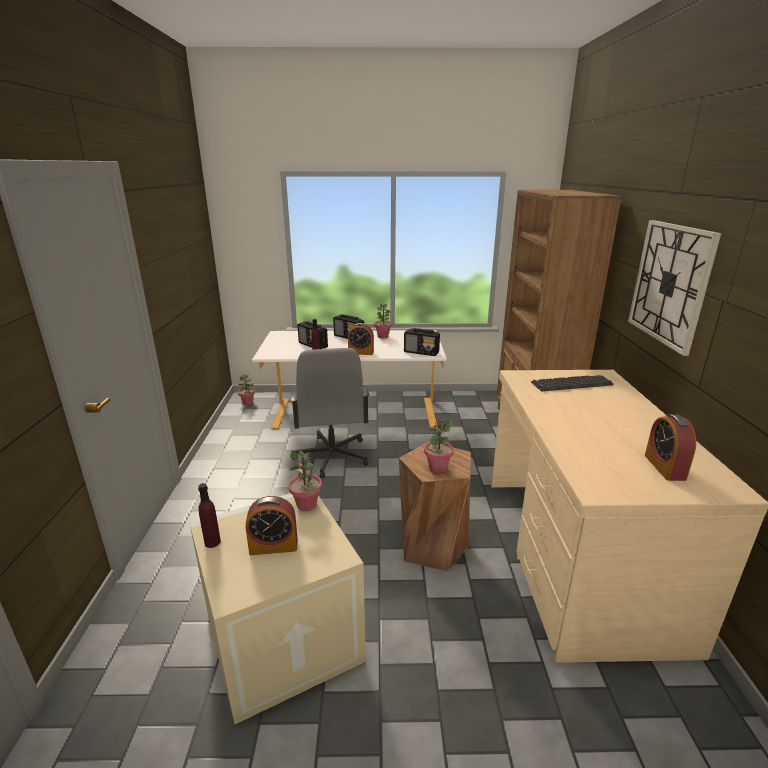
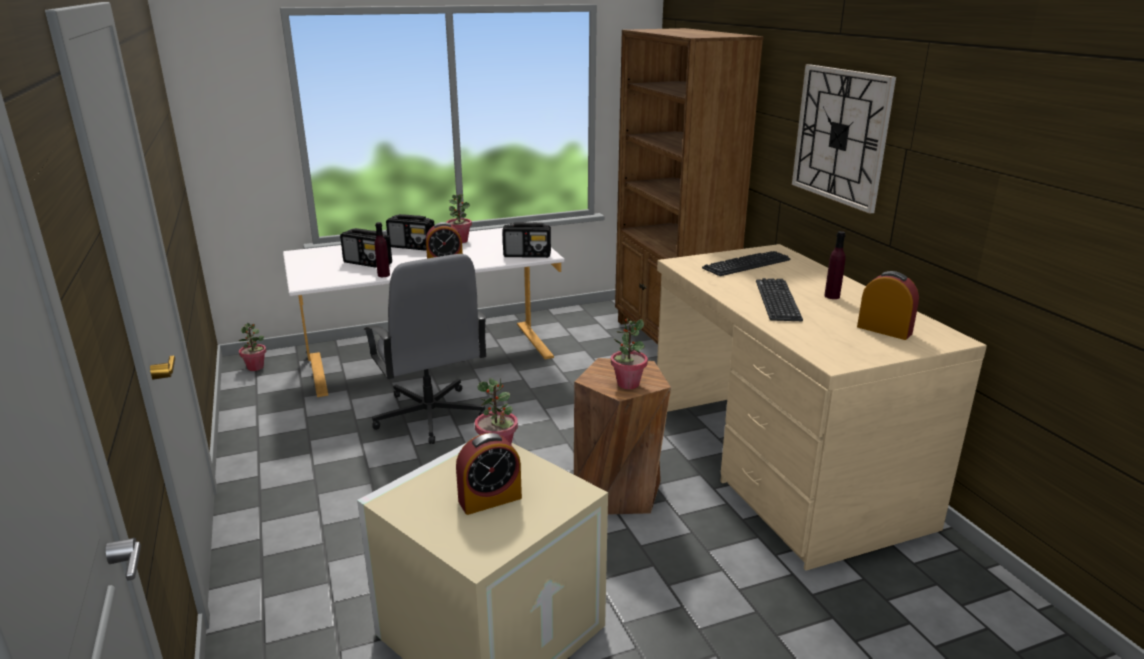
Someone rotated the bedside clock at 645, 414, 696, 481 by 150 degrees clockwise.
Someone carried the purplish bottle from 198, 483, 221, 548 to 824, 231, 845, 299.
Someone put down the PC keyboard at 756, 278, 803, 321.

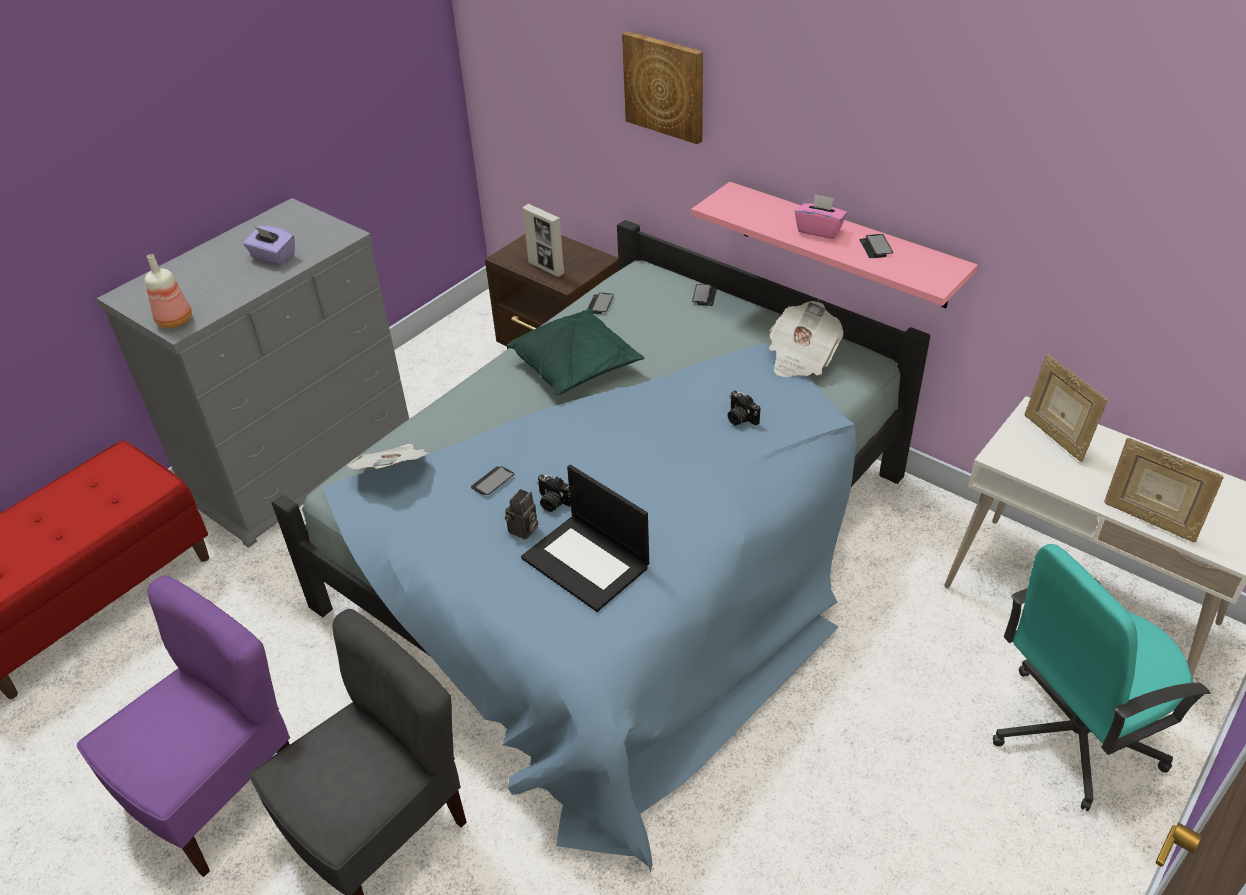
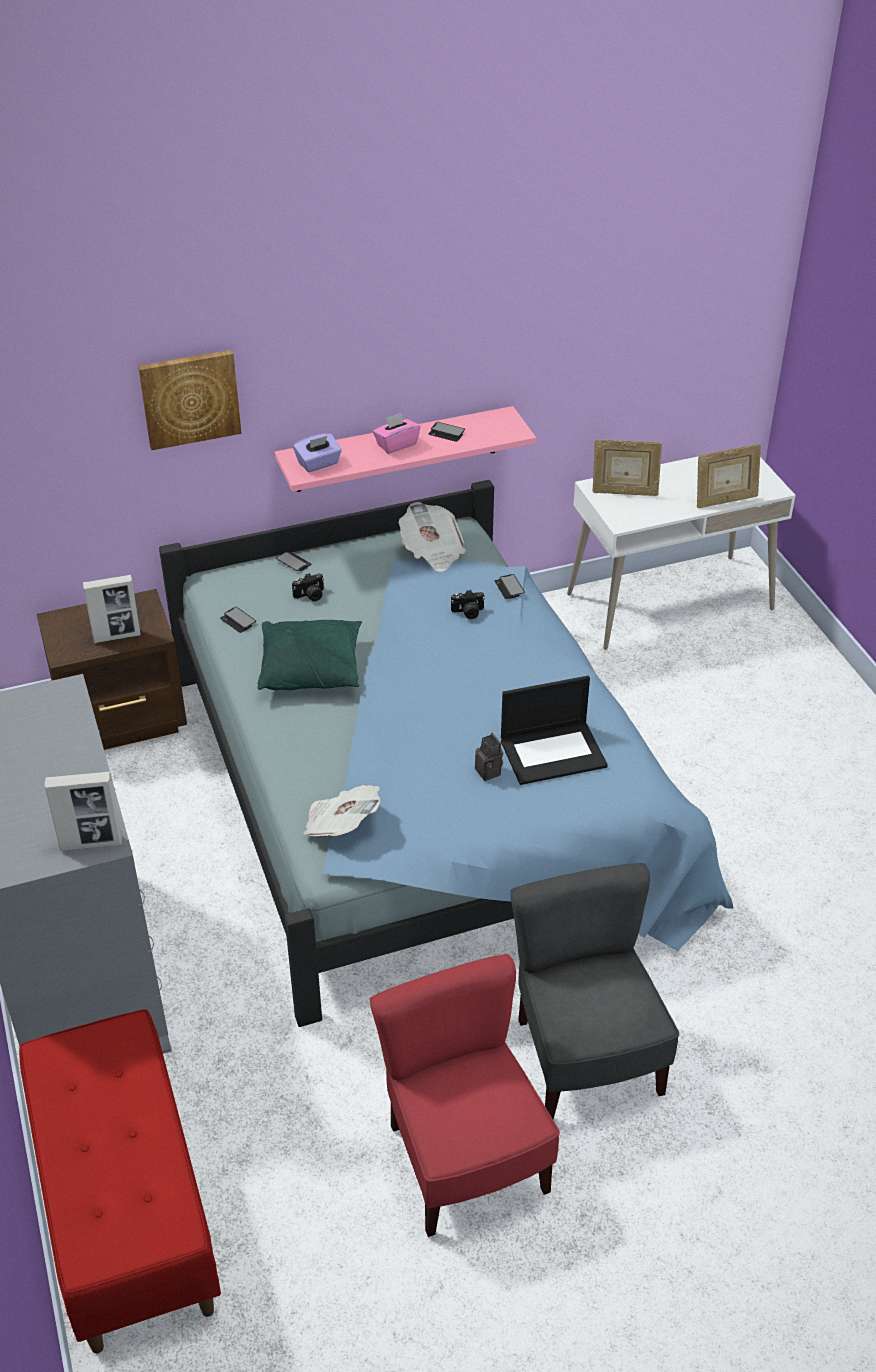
Someone carried the purplish tissue holder from 243, 225, 295, 265 to 293, 433, 342, 472.
Someone swapped the bottle at 145, 254, 192, 328 for the standing frame at 45, 771, 122, 851.
Someone carried the phone from 471, 466, 514, 495 to 495, 574, 525, 599.
Someone carried the photo camera from 537, 474, 571, 512 to 292, 573, 324, 602.
Someone took away the turquoise computer chair at 993, 544, 1210, 811.
Someone repainted the purplish upright chair at 77, 575, 290, 877, which became the red upright chair at 370, 954, 560, 1237.

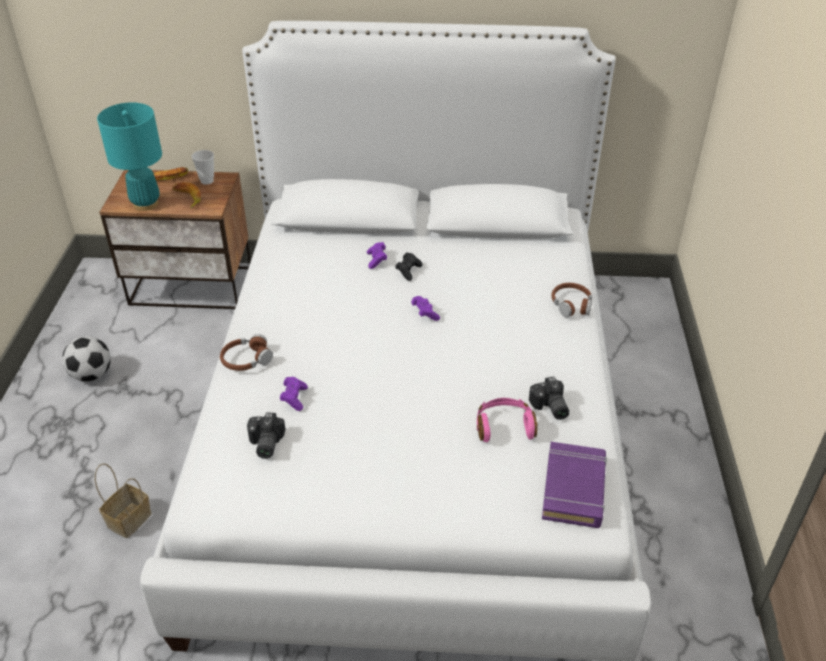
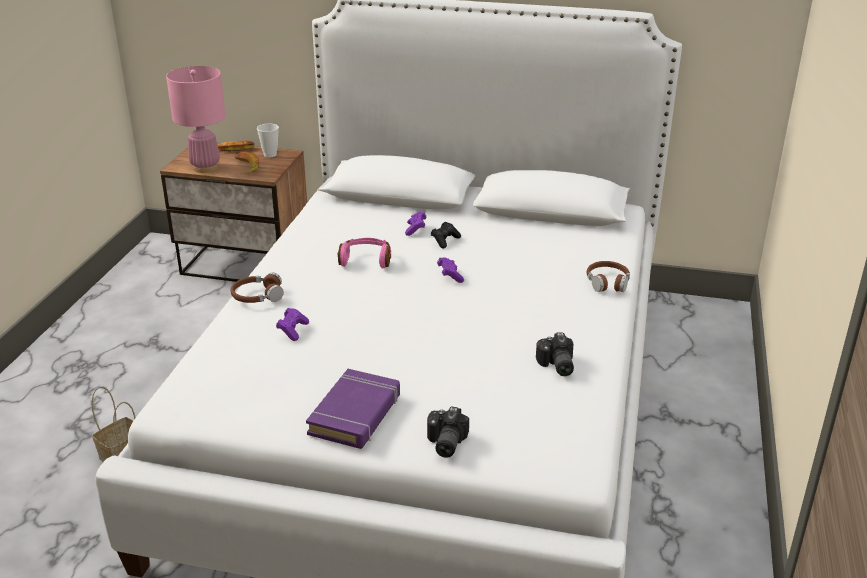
Someone repainted the turquoise lamp for a table at 97, 102, 162, 211, which became the pink lamp for a table at 166, 66, 226, 173.
Someone took away the football at 62, 336, 111, 382.
Someone carried the pink pair of headphones from 477, 398, 538, 442 to 338, 238, 391, 269.
Someone carried the photo camera from 247, 412, 285, 459 to 427, 407, 469, 458.
Someone carried the purplish book from 542, 442, 607, 528 to 306, 369, 400, 449.

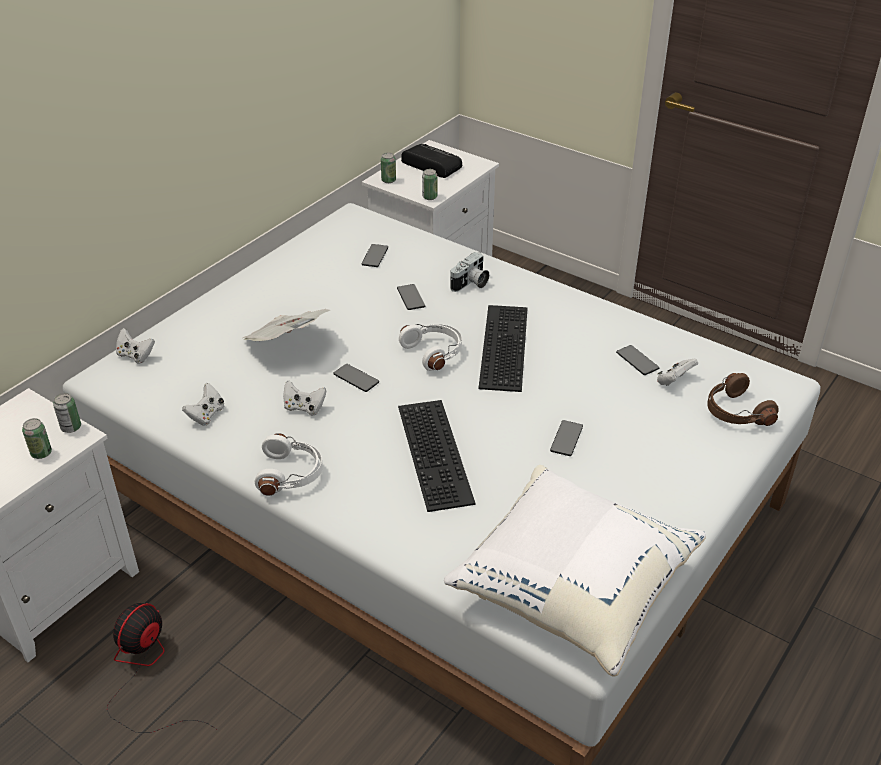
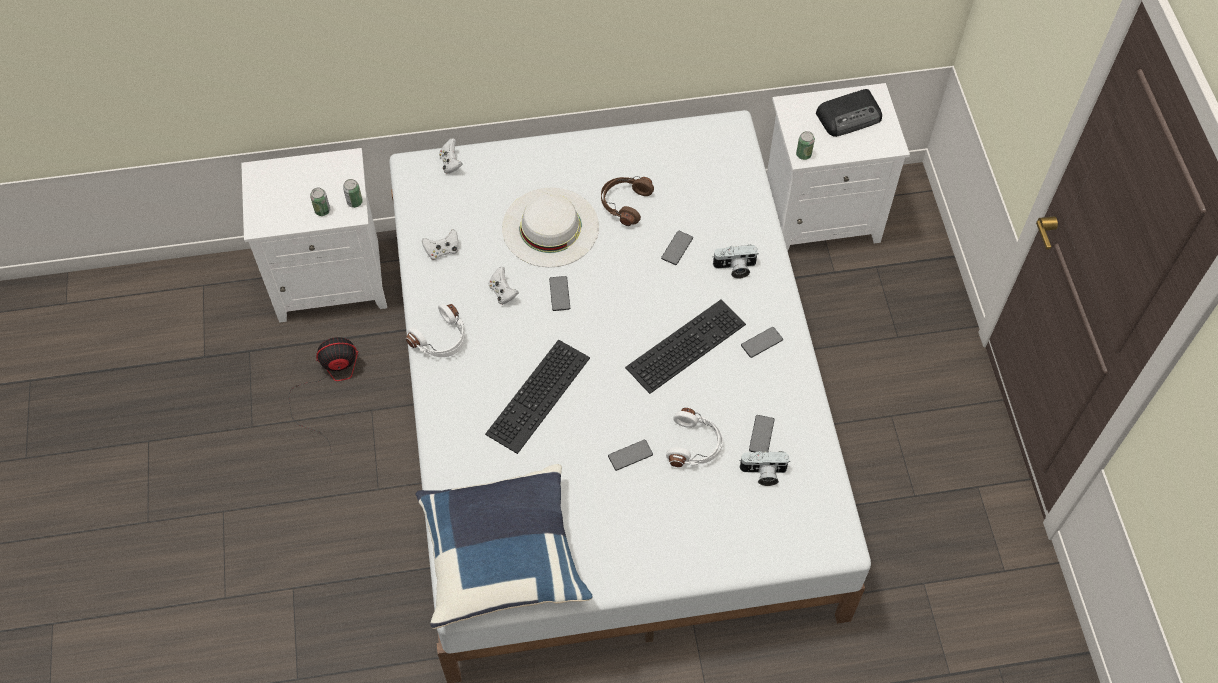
Someone rotated the radio set at 401, 144, 462, 178 by 75 degrees clockwise.
Someone took away the metal can at 381, 153, 396, 183.
Someone carried the phone from 361, 244, 388, 267 to 741, 327, 783, 358.
Someone swapped the printed paper at 243, 309, 330, 341 for the white-coloured clothing hat at 502, 188, 599, 267.
Someone carried the white-coloured pair of headphones from 399, 324, 462, 371 to 666, 408, 723, 467.
Someone swapped the white-coloured game controller at 657, 358, 698, 386 for the photo camera at 739, 451, 790, 486.
Someone carried the brown pair of headphones from 707, 373, 779, 426 to 601, 176, 654, 226.
Someone repainted the white-coloured pillow at 444, 465, 706, 677, which became the bluish pillow at 415, 464, 593, 629.

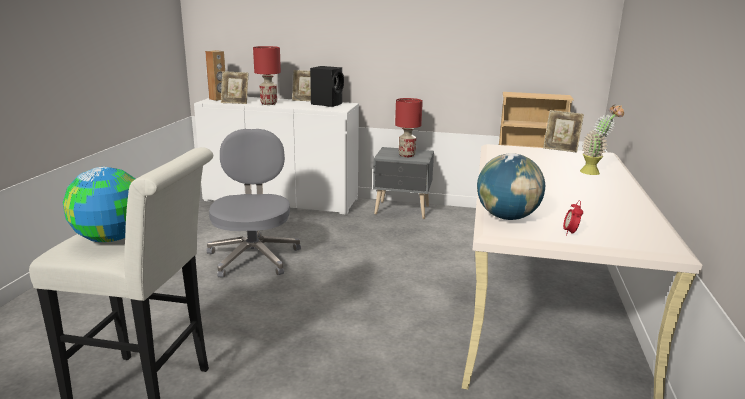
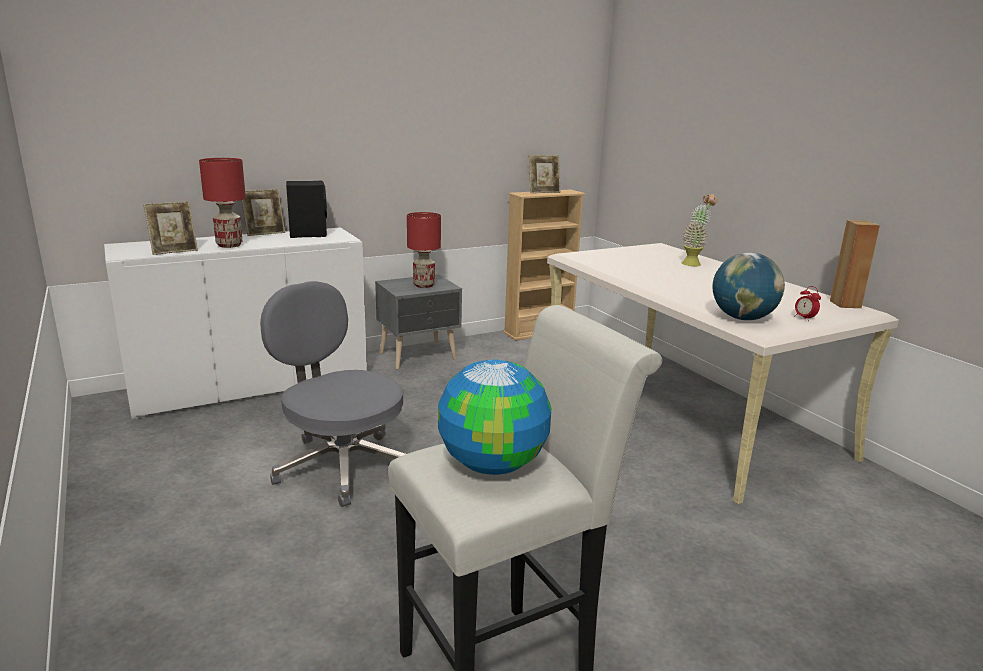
Someone carried the brown loudspeaker from 205, 50, 225, 101 to 830, 220, 880, 308.
Someone carried the standing frame from 543, 110, 584, 153 to 529, 155, 561, 193.

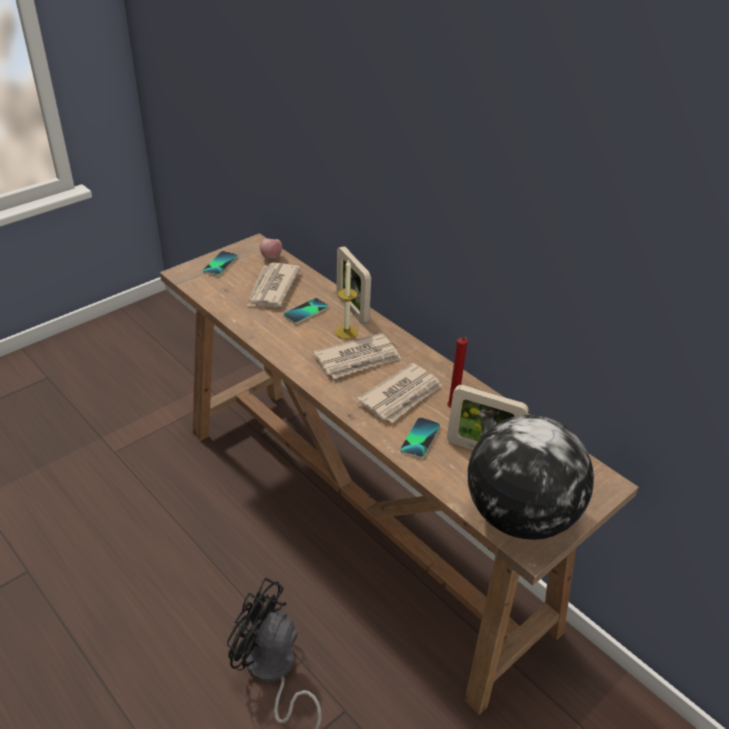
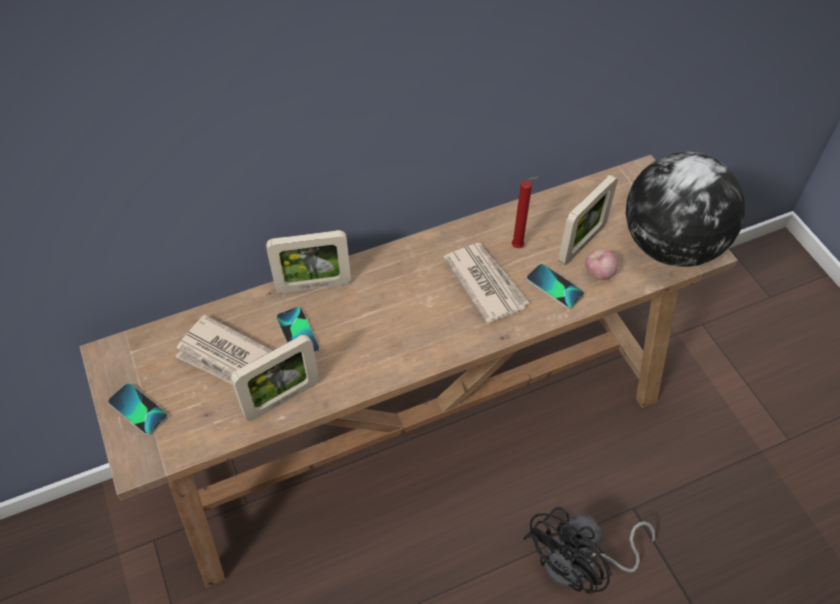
Someone carried the apple fruit from 260, 239, 282, 259 to 585, 249, 617, 280.
Someone took away the wax light at 335, 259, 358, 339.
Someone took away the printed paper at 313, 333, 401, 379.
Someone put down the standing frame at 231, 334, 319, 421.

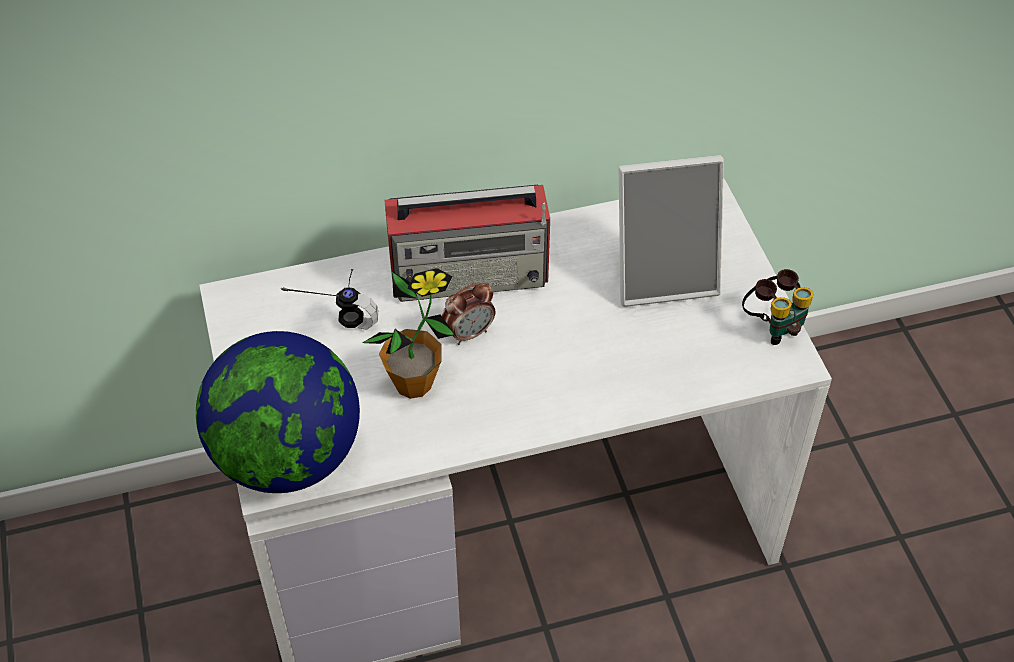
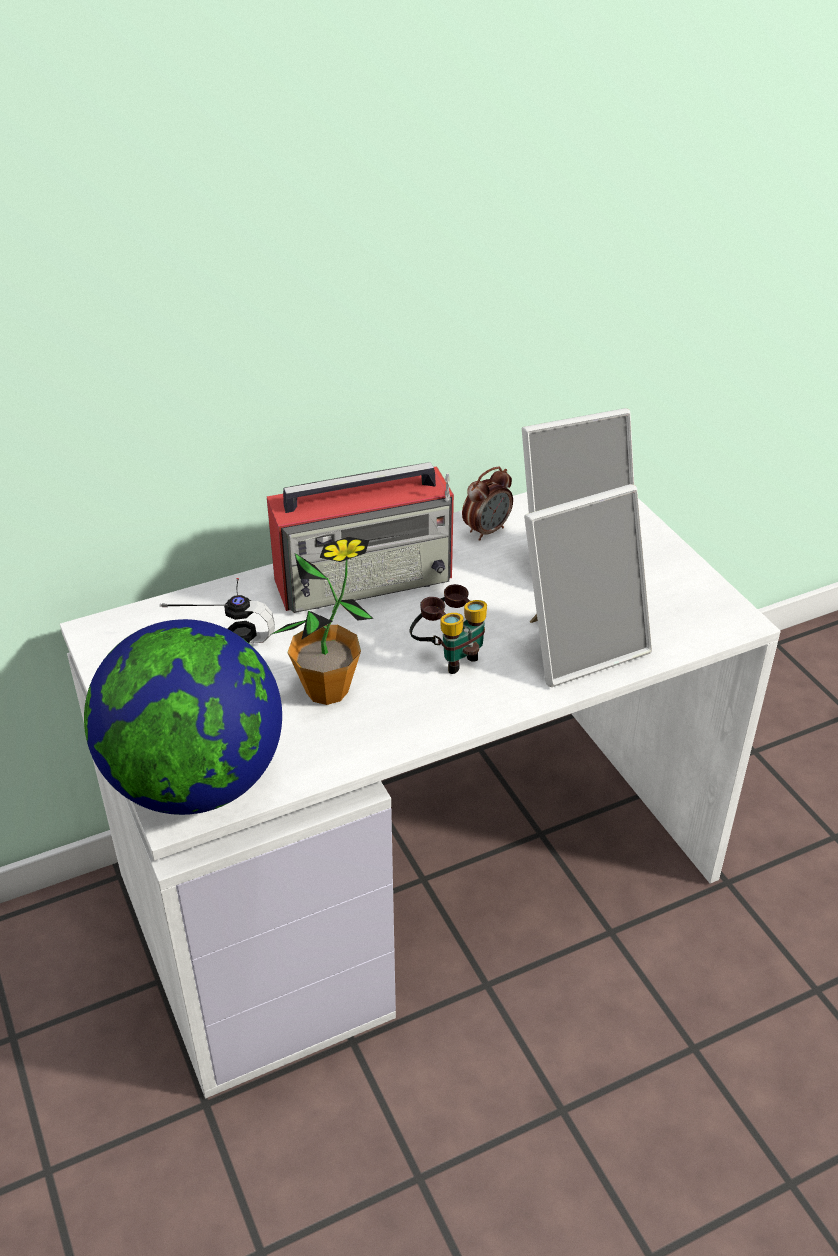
Someone carried the field glasses from 742, 269, 814, 345 to 409, 584, 487, 674.
Someone carried the bedside clock from 442, 282, 495, 345 to 462, 466, 513, 541.
Someone put down the standing frame at 524, 484, 652, 687.

